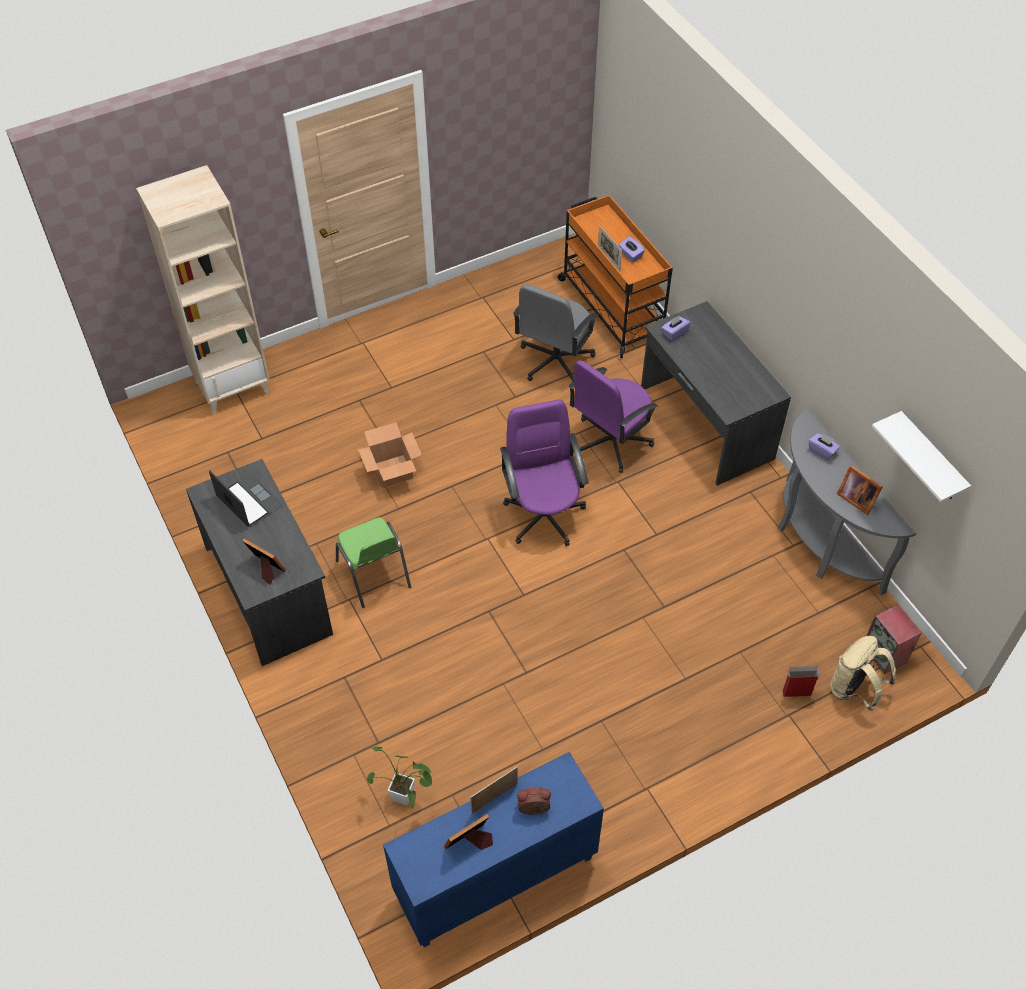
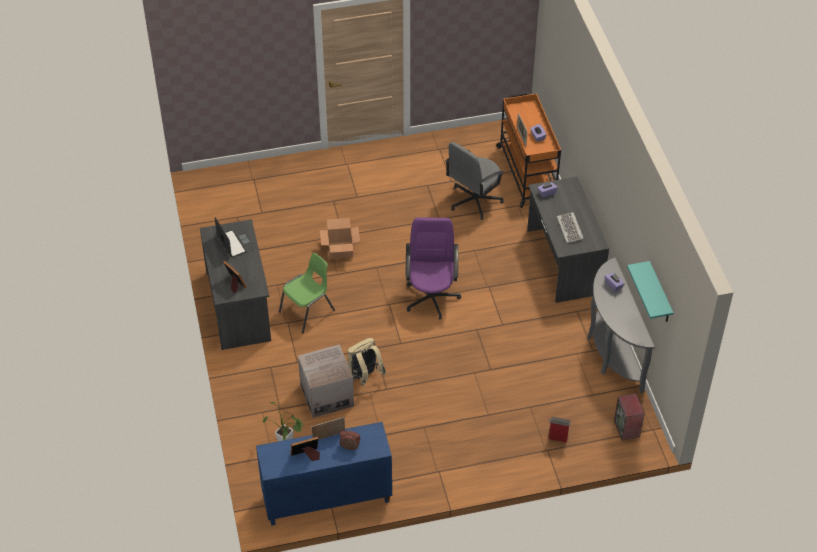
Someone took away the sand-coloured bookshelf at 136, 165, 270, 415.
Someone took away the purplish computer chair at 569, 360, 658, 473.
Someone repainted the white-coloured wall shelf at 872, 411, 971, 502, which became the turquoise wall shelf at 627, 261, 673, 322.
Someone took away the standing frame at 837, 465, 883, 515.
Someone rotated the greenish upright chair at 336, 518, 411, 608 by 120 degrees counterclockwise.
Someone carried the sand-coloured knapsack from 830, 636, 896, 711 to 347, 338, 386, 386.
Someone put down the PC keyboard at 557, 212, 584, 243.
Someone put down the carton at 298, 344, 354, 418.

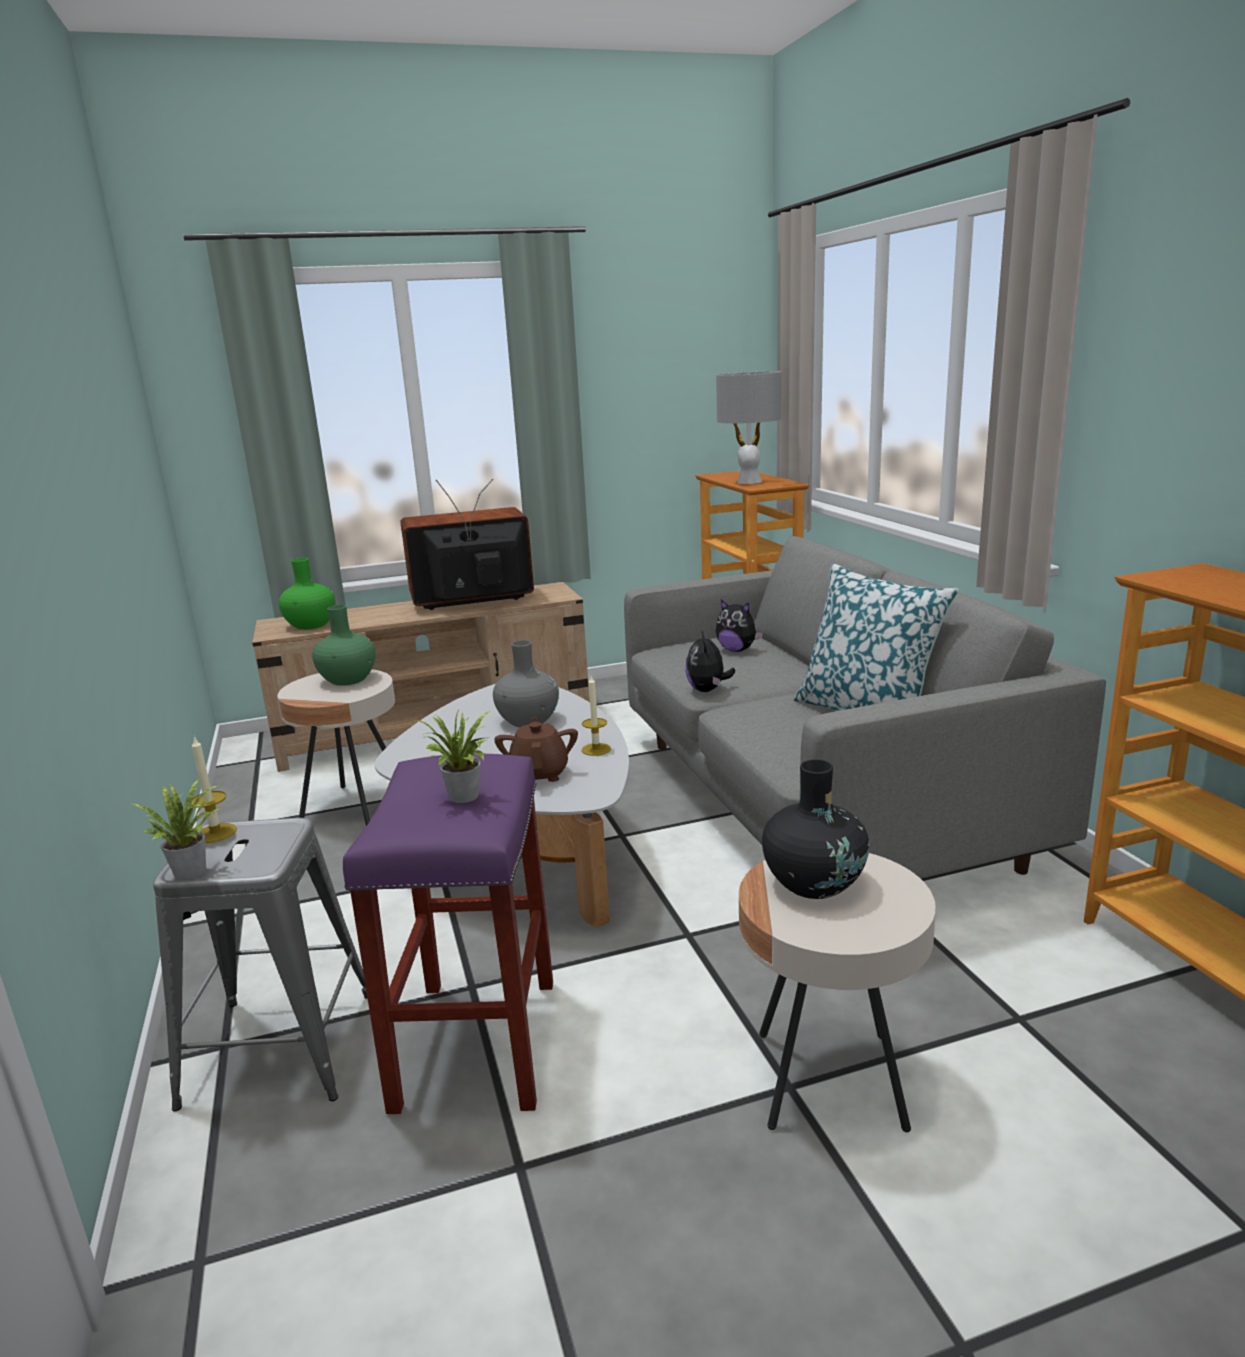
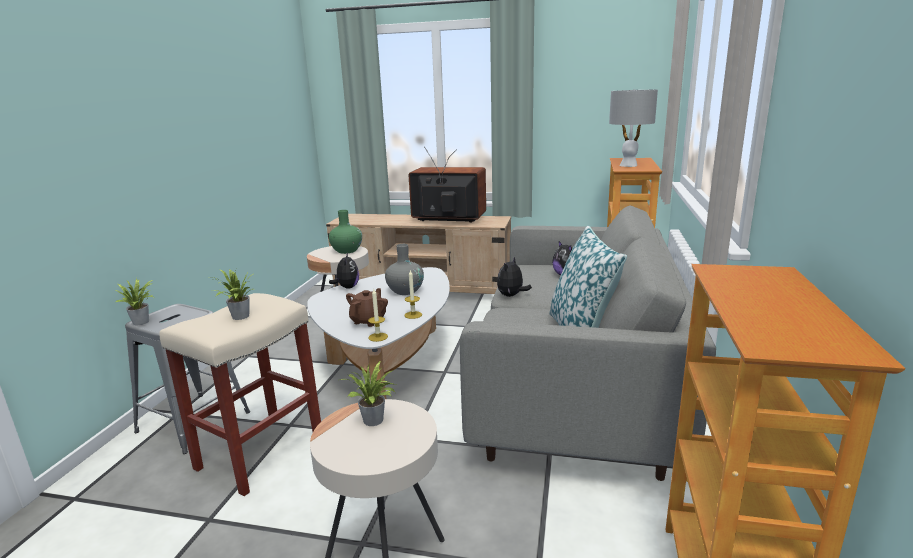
Someone took away the greenish flower vase at 279, 558, 335, 630.
Someone carried the wax light from 191, 736, 237, 843 to 368, 289, 388, 342.
Someone repainted the purplish sitting stool at 343, 754, 553, 1114, which became the sand-coloured sitting stool at 160, 293, 321, 496.
Someone swapped the blackish flower vase at 762, 759, 869, 899 for the plant in a pot at 339, 361, 396, 426.
Someone put down the soft toy at 329, 253, 359, 289.

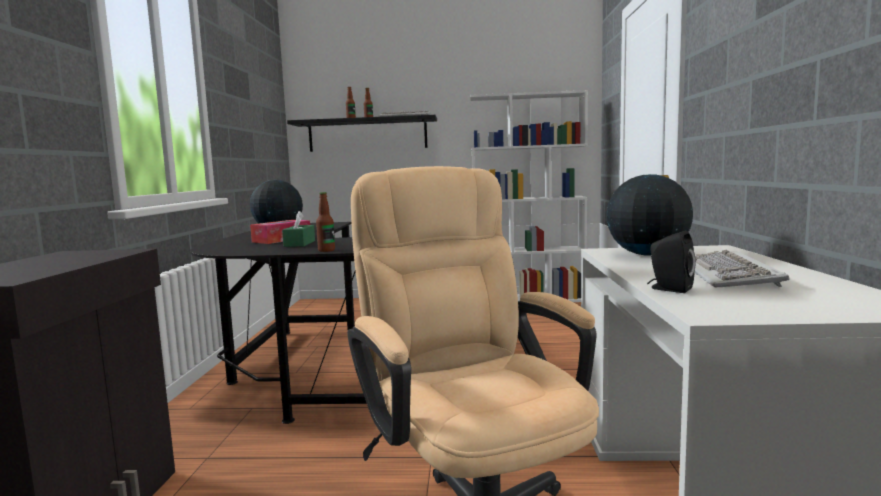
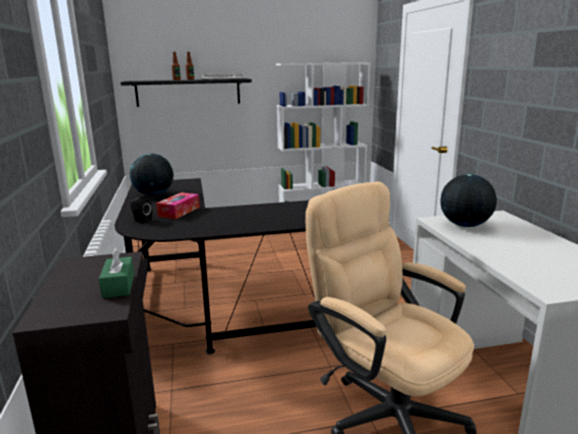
Someone took away the bottle at 316, 192, 335, 252.
Someone carried the greenish tissue holder from 282, 211, 315, 247 to 99, 248, 134, 298.
Someone carried the blackish loudspeaker from 647, 231, 696, 293 to 130, 195, 152, 223.
Someone took away the PC keyboard at 695, 250, 790, 287.

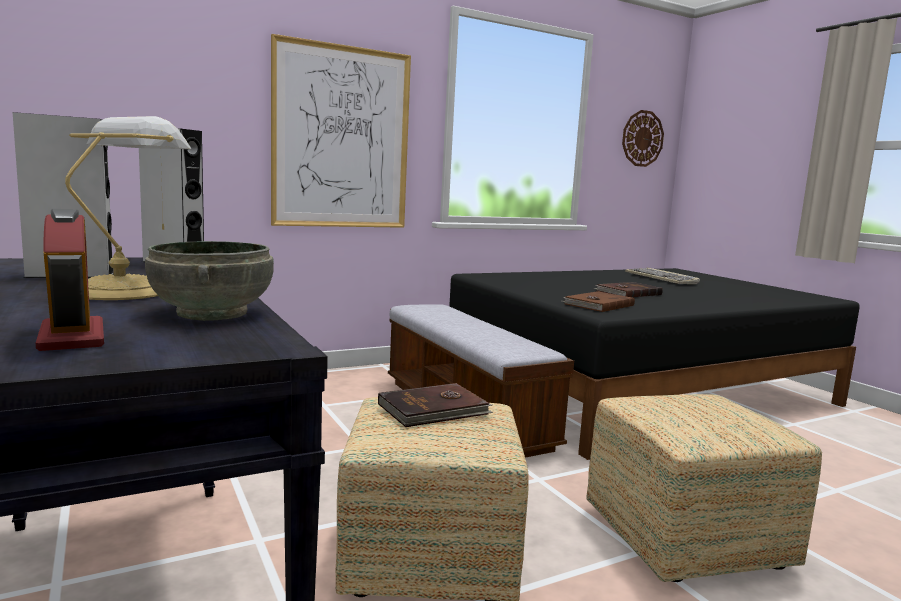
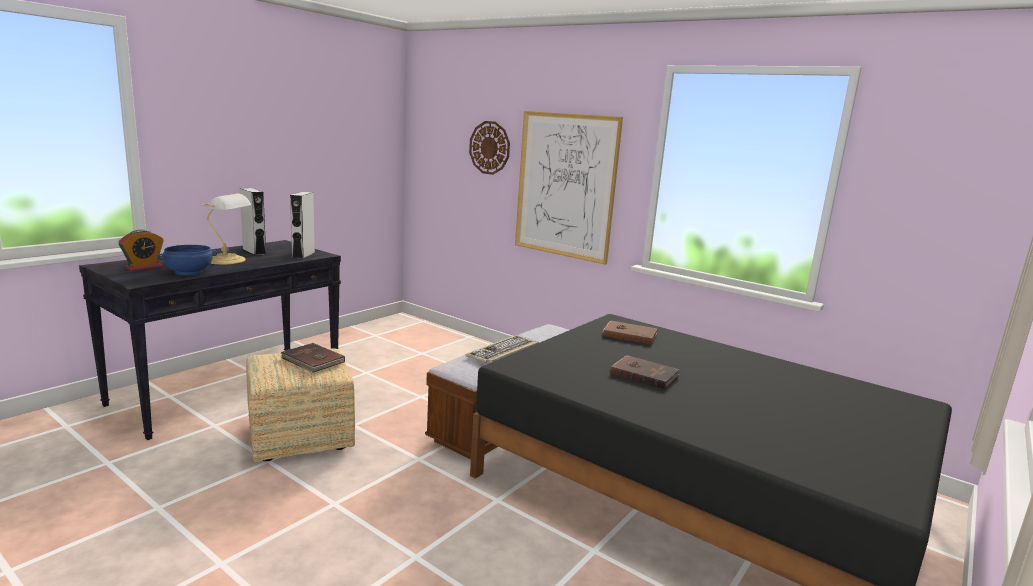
Someone carried the clock on the wall from 622, 110, 664, 167 to 469, 121, 510, 175.
Someone repainted the greyish deep dish at 145, 241, 274, 321, which became the bluish deep dish at 157, 245, 217, 276.
Someone carried the PC keyboard from 625, 268, 700, 284 to 466, 335, 539, 364.
Someone carried the brown book from 562, 291, 635, 312 to 602, 321, 658, 345.
Someone took away the pouffe at 586, 394, 822, 582.

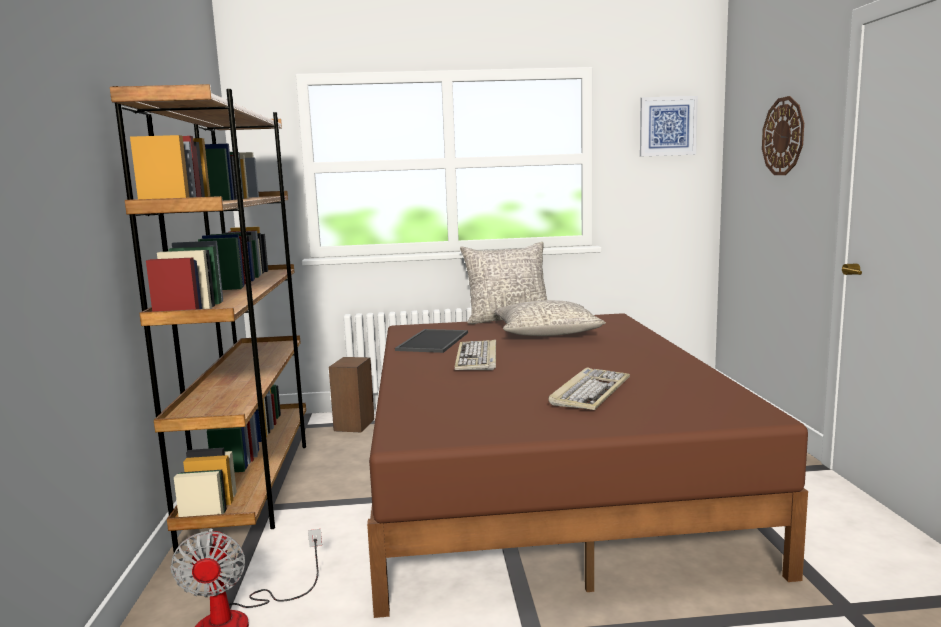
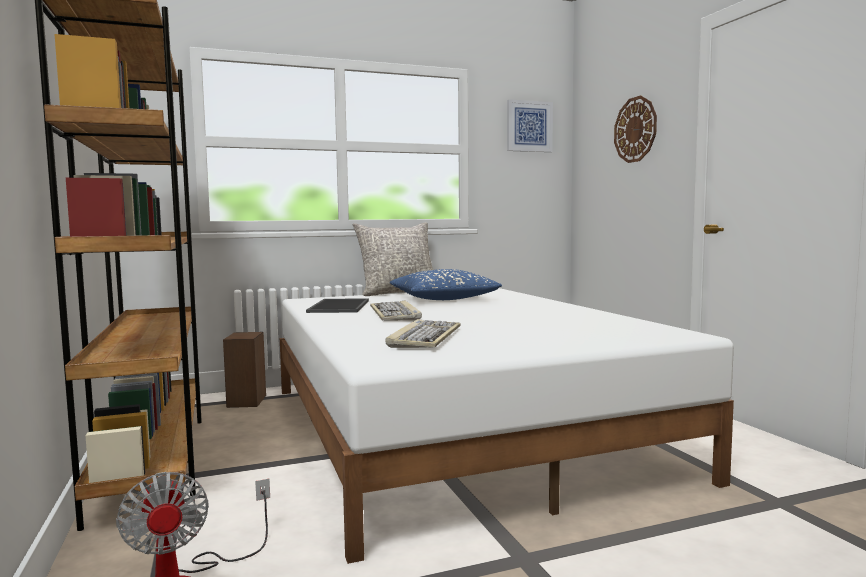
Someone repainted the greyish pillow at 494, 300, 606, 336, which became the bluish pillow at 390, 269, 502, 300.
Someone repainted the brown sleeping bed at 367, 313, 808, 618, which became the white-coloured sleeping bed at 280, 288, 734, 564.
Someone carried the PC keyboard from 548, 367, 630, 410 to 386, 319, 461, 348.

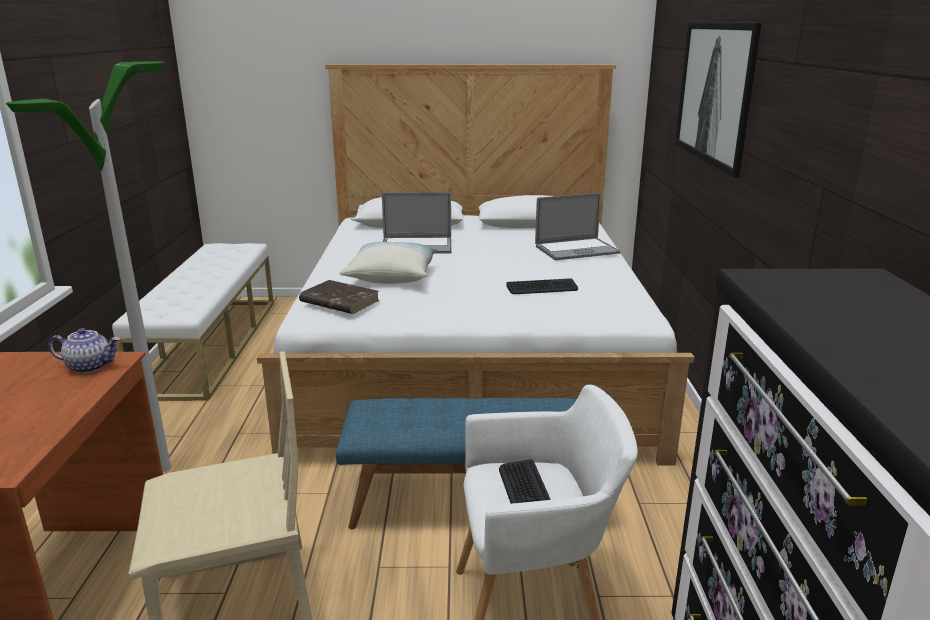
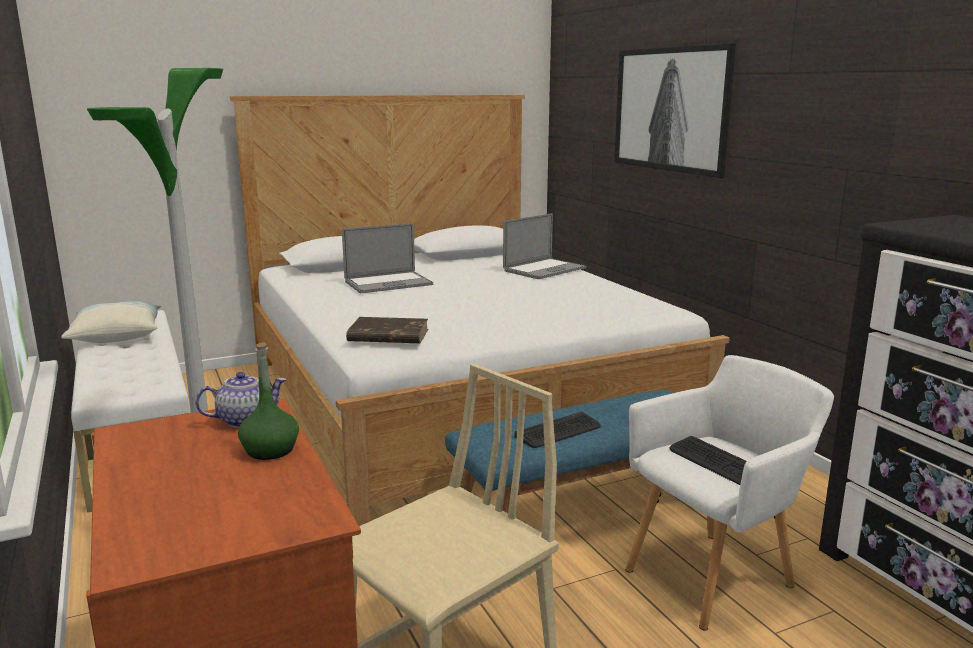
Someone carried the pillow from 339, 242, 438, 284 to 61, 301, 161, 343.
Someone carried the PC keyboard from 506, 278, 578, 294 to 514, 412, 601, 448.
Someone put down the greenish bottle at 238, 342, 299, 460.

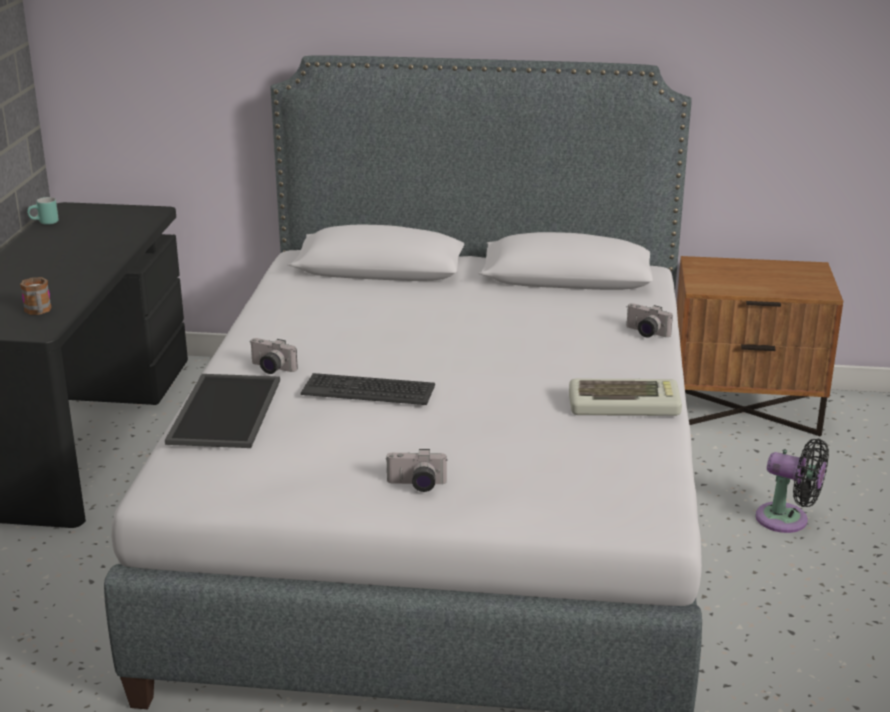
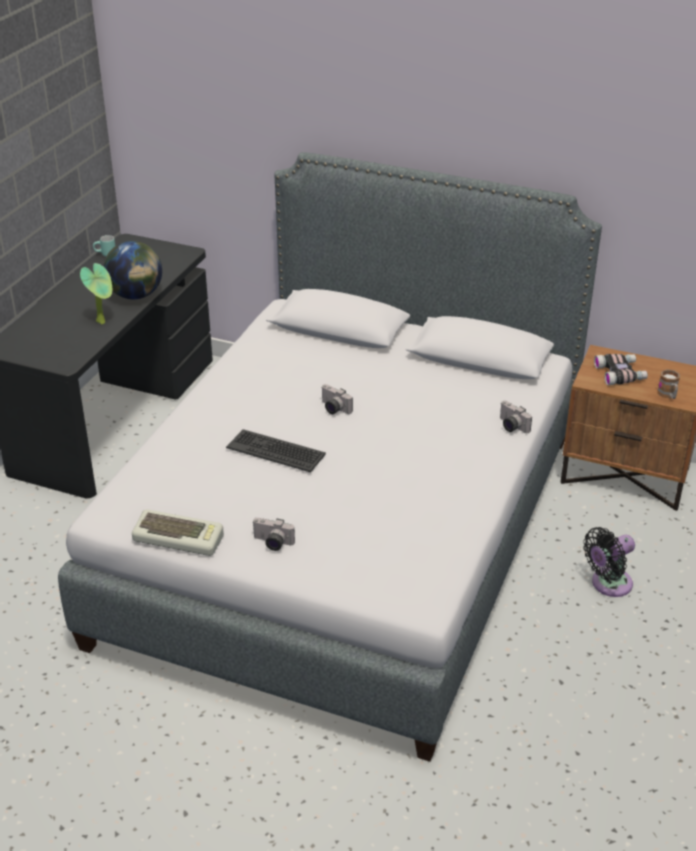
Someone carried the mug from 20, 277, 52, 315 to 657, 369, 680, 399.
Someone carried the photo camera from 250, 338, 298, 374 to 322, 384, 353, 414.
Someone took away the carrying tray at 165, 374, 280, 448.
Someone carried the PC keyboard from 569, 379, 682, 416 to 132, 510, 224, 556.
Someone rotated the blackish cooling fan at 755, 438, 829, 533 by 105 degrees clockwise.
Someone put down the world globe at 103, 241, 162, 299.
Someone put down the plant in a pot at 80, 263, 112, 325.
Someone put down the field glasses at 594, 354, 648, 385.

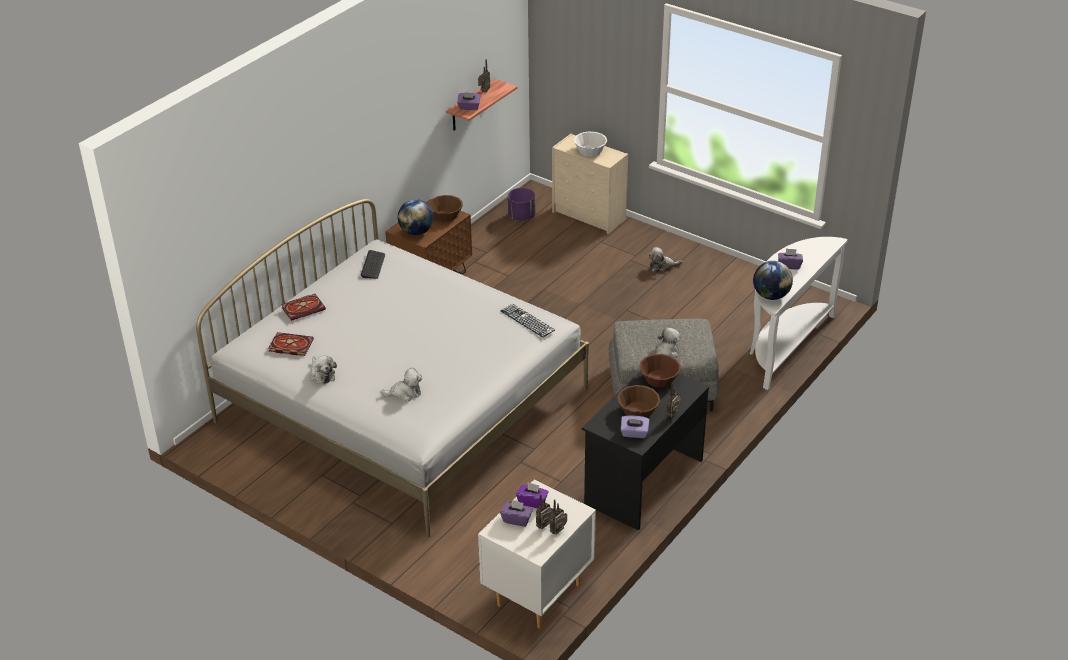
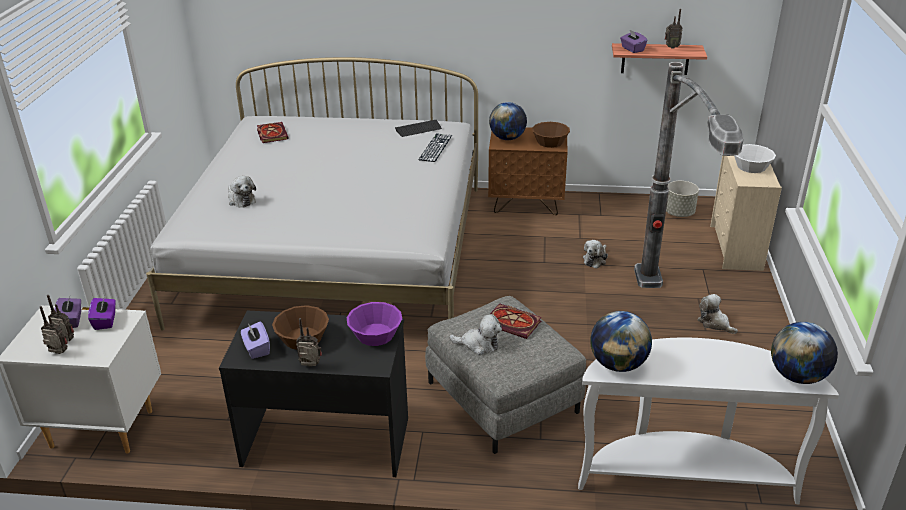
Someone repainted the purplish flower pot at 508, 188, 535, 221, which became the greyish flower pot at 666, 181, 699, 217.
Someone took away the purplish tissue holder at 778, 248, 803, 269.
Someone carried the book from 281, 294, 326, 321 to 490, 303, 542, 339.
Someone carried the PC keyboard from 500, 304, 555, 338 to 418, 133, 452, 162.
Someone repainted the brown deep dish at 639, 354, 681, 387, which became the purplish deep dish at 347, 302, 402, 346.
Someone carried the soft toy from 311, 356, 337, 384 to 583, 240, 608, 268.
Someone put down the floor lamp at 634, 62, 743, 288.
Someone put down the world globe at 771, 322, 838, 384.

